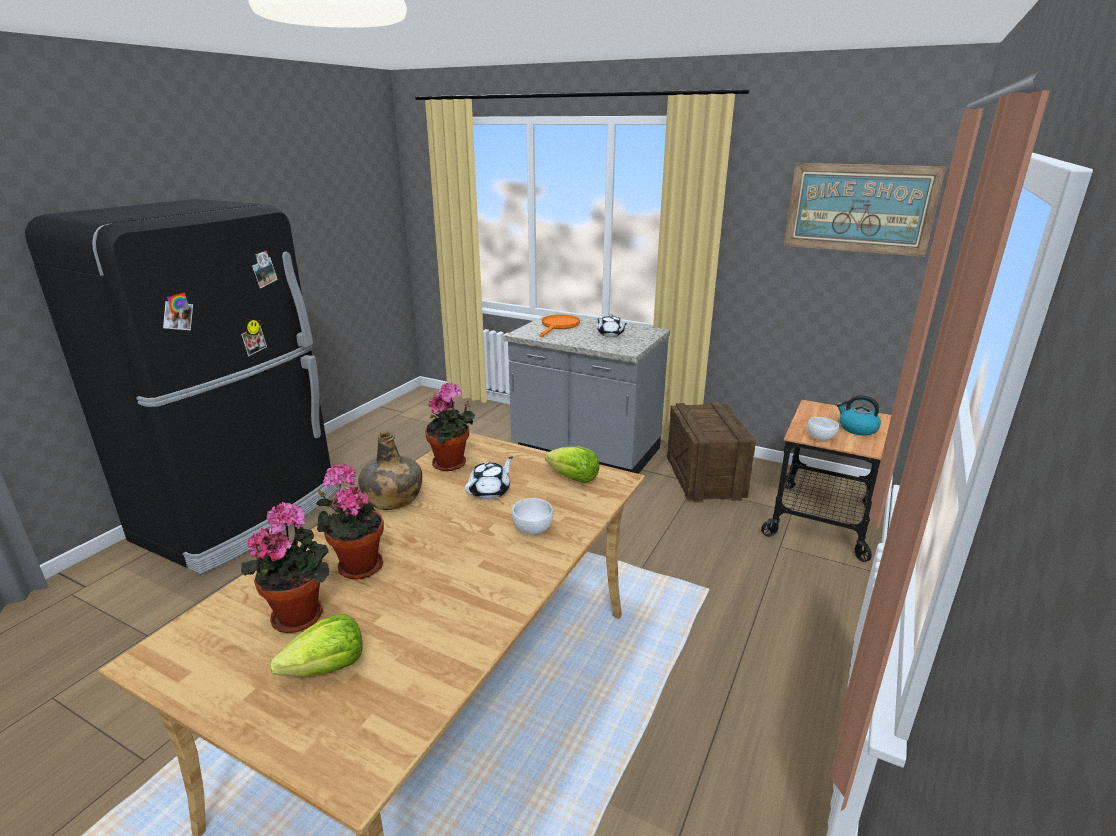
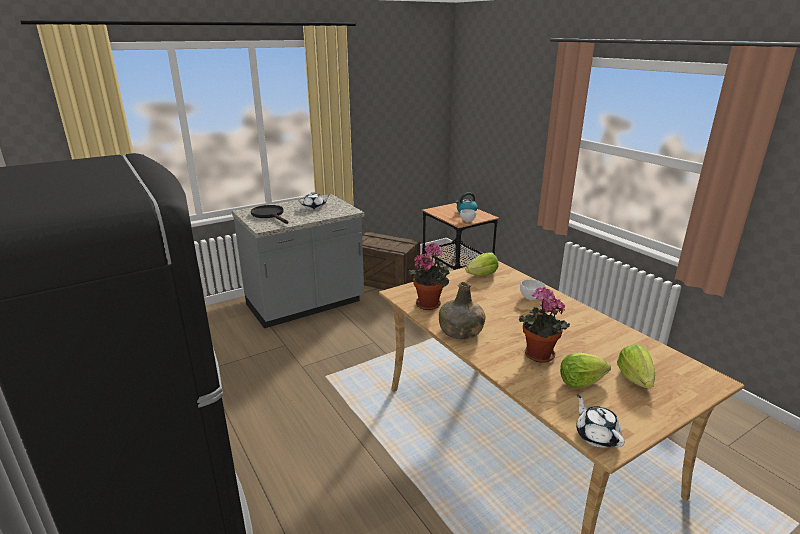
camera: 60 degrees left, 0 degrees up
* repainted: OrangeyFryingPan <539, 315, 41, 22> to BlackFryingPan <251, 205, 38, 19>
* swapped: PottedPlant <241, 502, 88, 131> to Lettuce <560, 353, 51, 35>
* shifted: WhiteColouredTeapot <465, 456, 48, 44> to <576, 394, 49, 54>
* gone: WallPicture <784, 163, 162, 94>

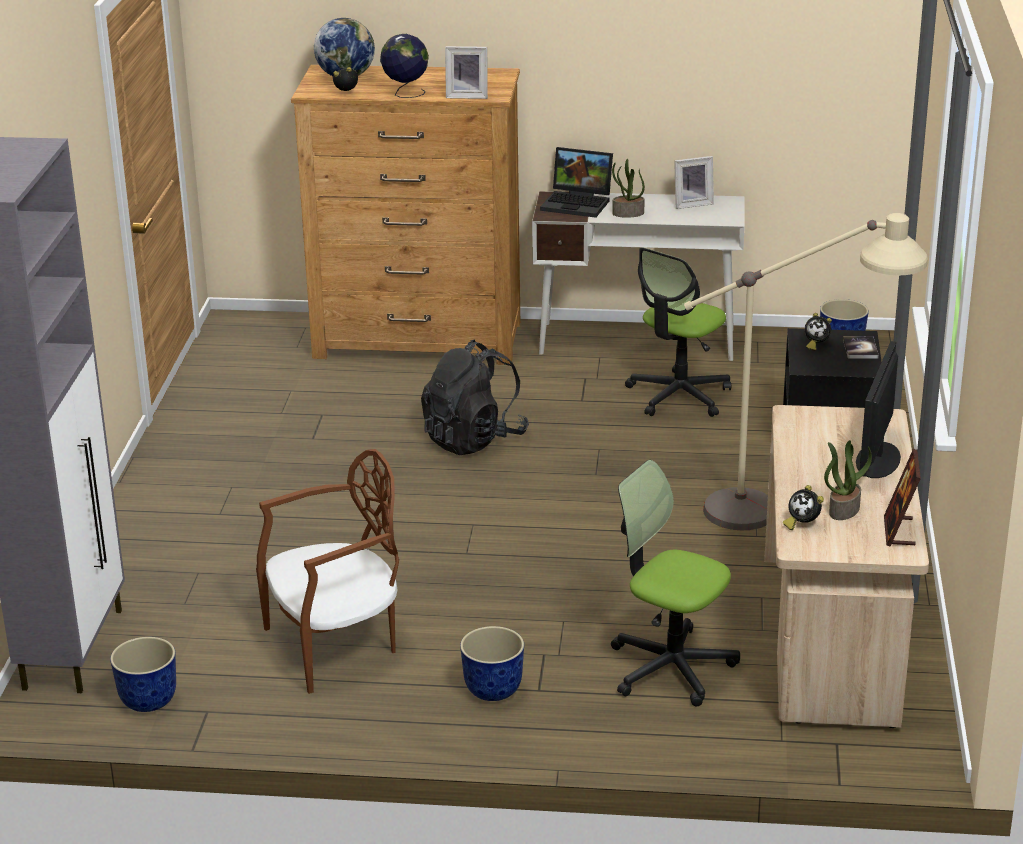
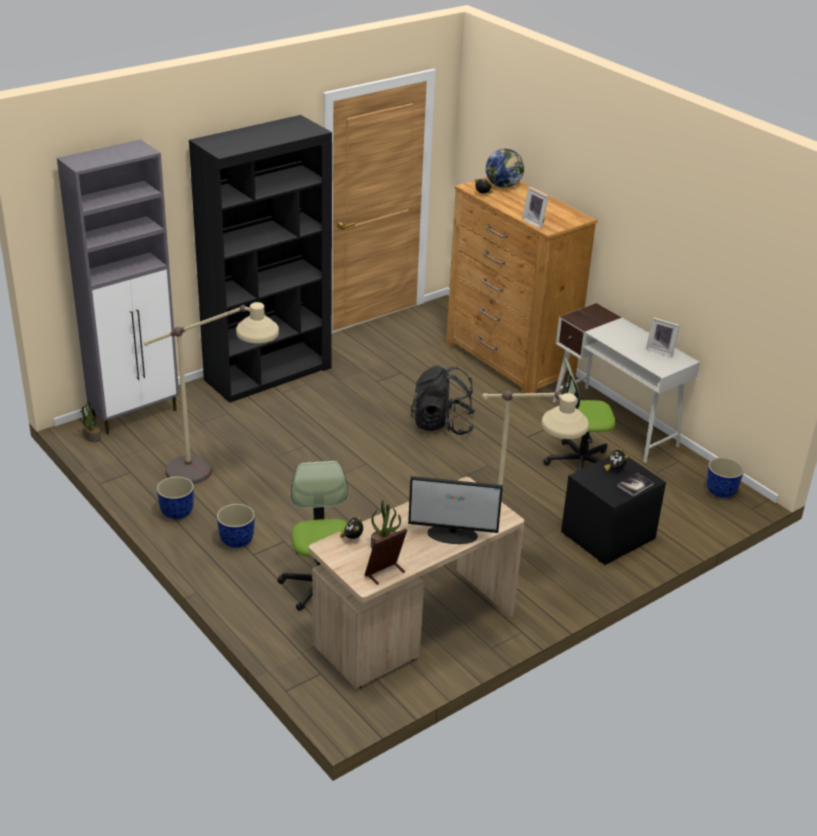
camera: 45 degrees right, 5 degrees up
* shifted: PottedPlant <612, 159, 33, 59> to <80, 402, 21, 40>
* swapped: BrownColouredPlainChair <256, 449, 143, 245> to SandColouredFloorLamp <143, 302, 136, 182>
* shifted: FlowerPot <110, 637, 66, 75> to <157, 476, 37, 43>
* new: BlackShelvingUnit <189, 115, 143, 288>
* rotated: ComputerDisplay <856, 341, 45, 137> = <408, 476, 95, 68> 150 degrees counterclockwise
* gone: WorldGlobe <380, 34, 49, 64>
* gone: NotebookComputer <540, 147, 73, 71>

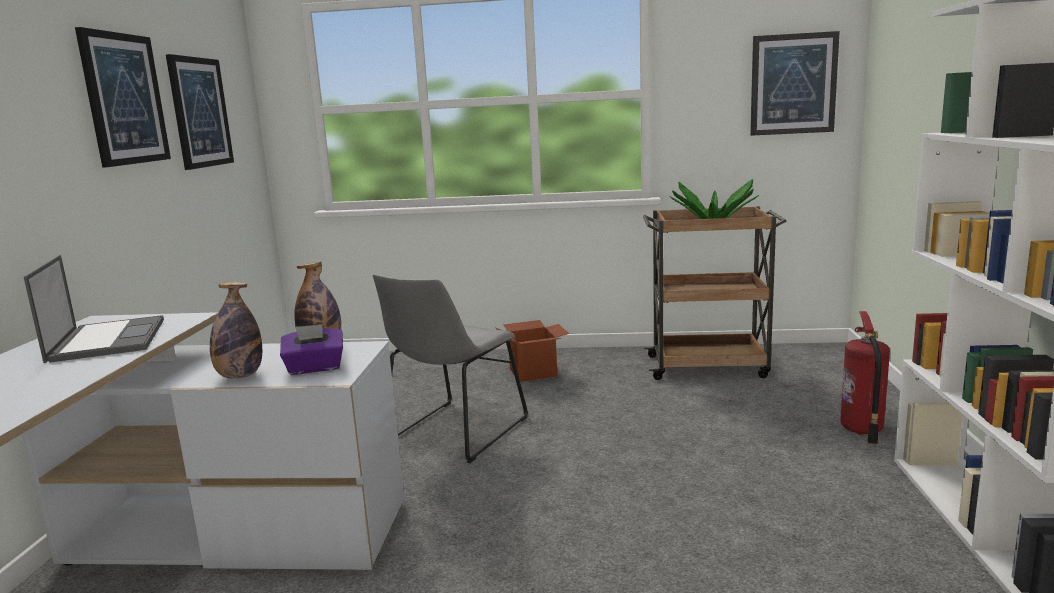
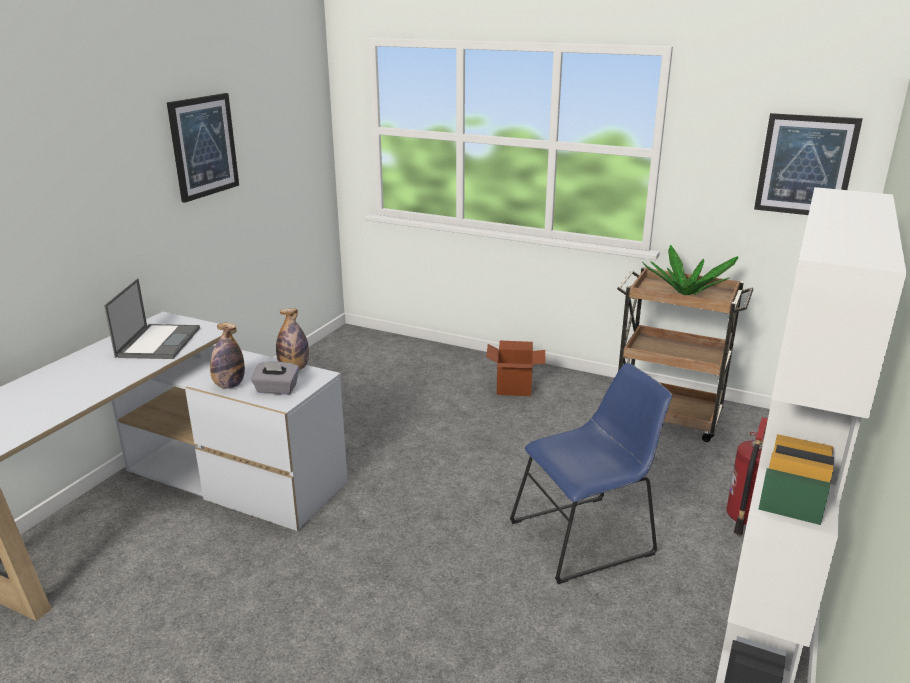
camera: 20 degrees right, 10 degrees up
* repainted: PurplishBoxOfTissues <280, 324, 63, 51> to GrayBoxOfTissues <251, 361, 48, 34>
* new: BluePlainChair <510, 363, 162, 221>
* gone: WallPicture <166, 54, 68, 116>
* gone: GrayPlainChair <373, 274, 155, 189>

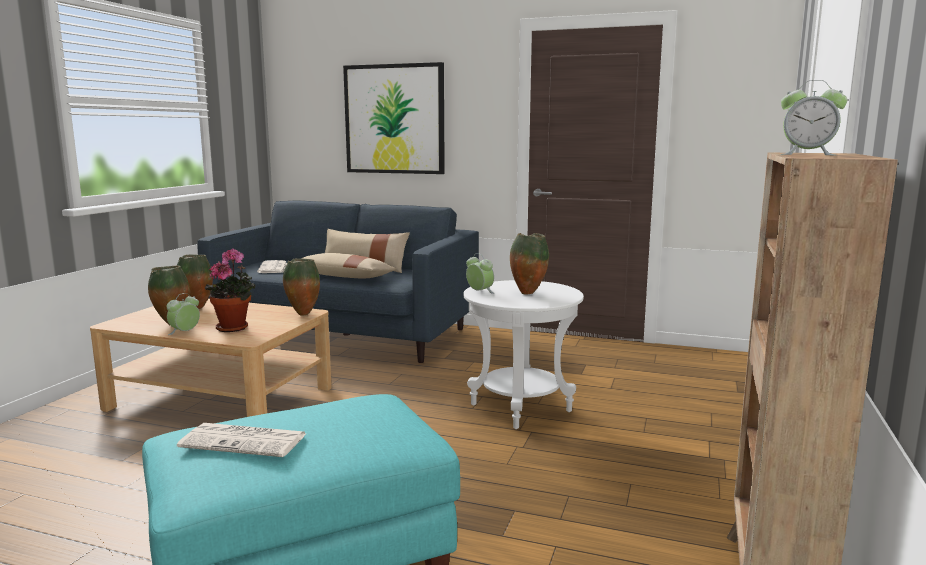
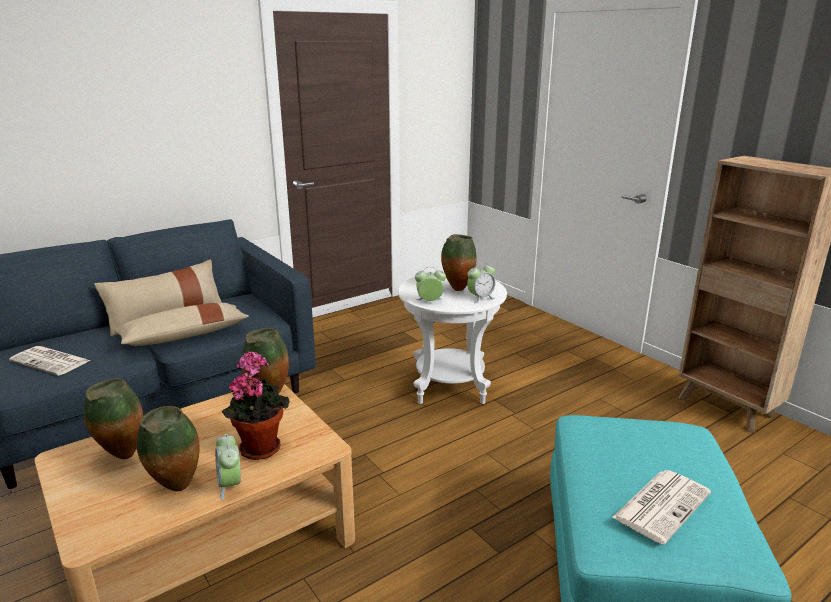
camera: 55 degrees left, 10 degrees up
* shifted: AlarmClock <780, 80, 67, 75> to <467, 262, 28, 41>
* gone: WallPicture <343, 62, 102, 112>

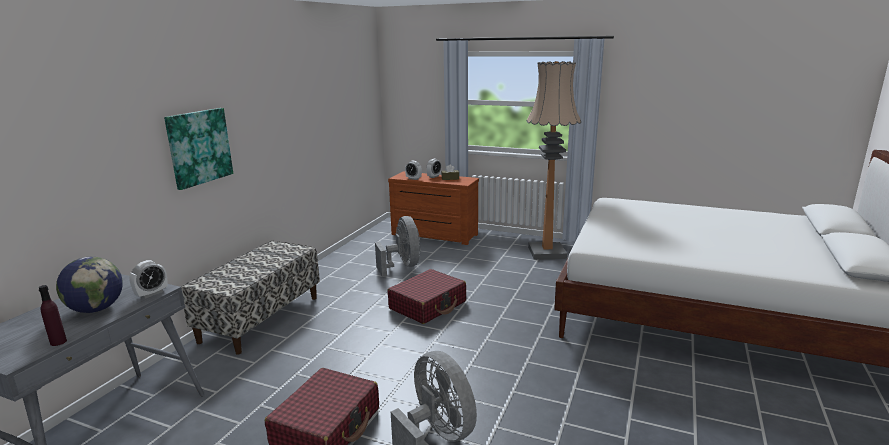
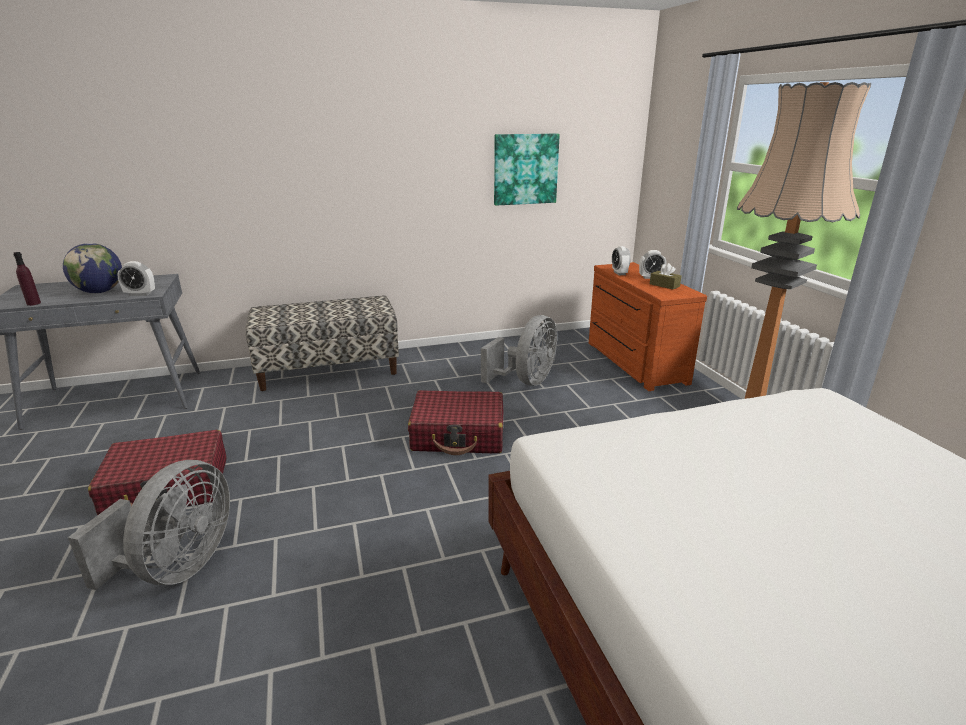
camera: 50 degrees right, 5 degrees up
* shifted: WallPicture <164, 108, 69, 82> to <494, 134, 66, 72>

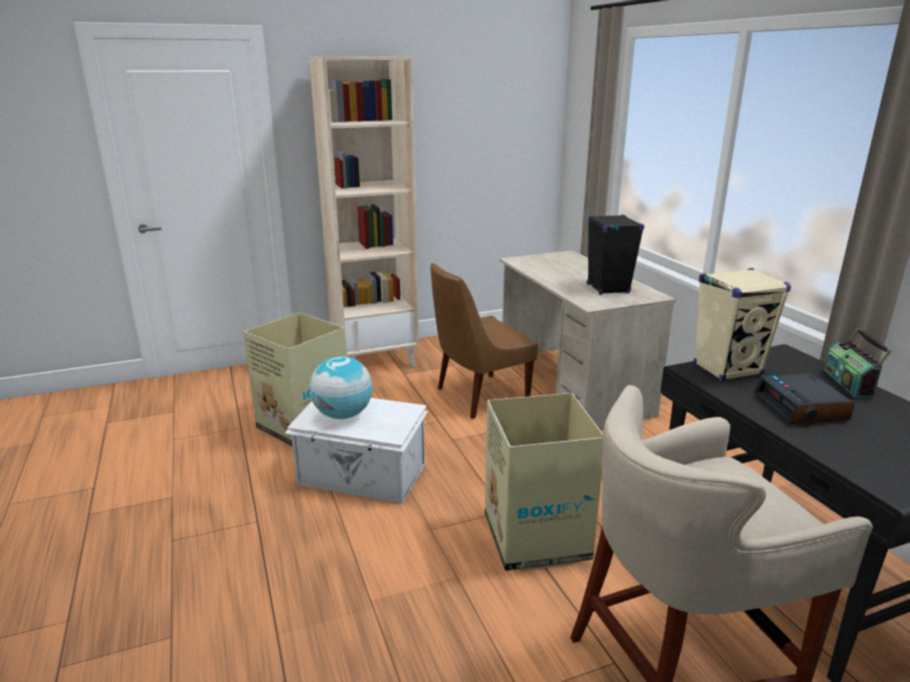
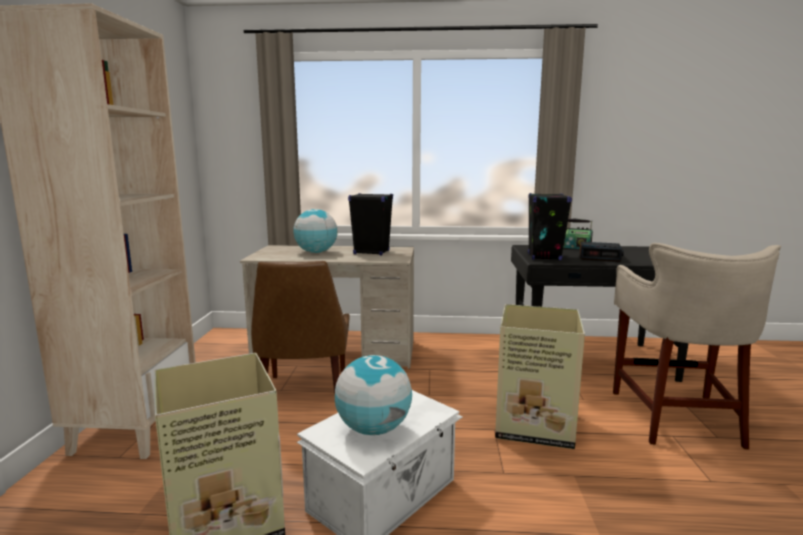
camera: 65 degrees left, 10 degrees down
* new: WorldGlobe <293, 209, 45, 44>
* repainted: SandColouredLoudspeaker <694, 268, 97, 114> to BlackLoudspeaker <528, 193, 44, 67>

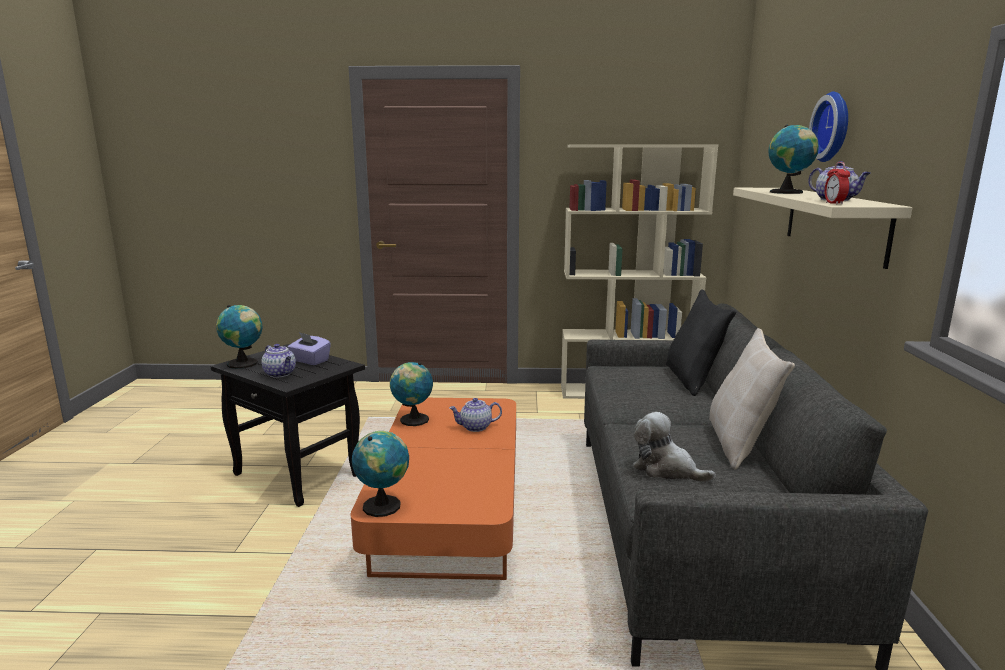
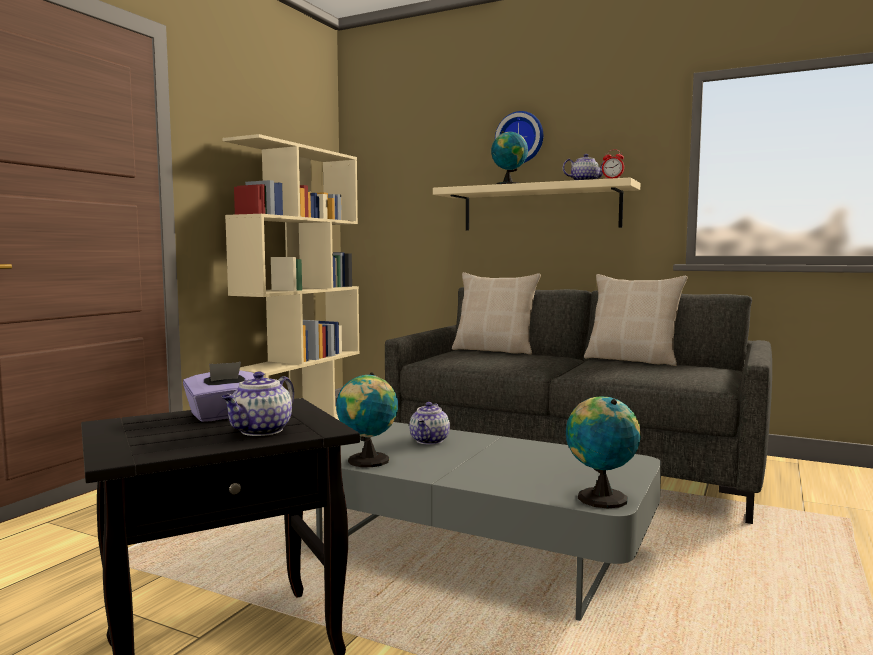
camera: 65 degrees left, 10 degrees down
* rotated: Teapot <261, 344, 35, 33> = <222, 372, 72, 64> 135 degrees clockwise
* repainted: OrangeyCoffeeTable <351, 398, 165, 182> to GrayCoffeeTable <316, 422, 345, 199>
* repainted: BlackPillow <666, 289, 70, 107> to SandColouredPillow <452, 272, 89, 82>
* gone: WorldGlobe <216, 305, 47, 64>
* gone: PlushToy <633, 412, 83, 70>

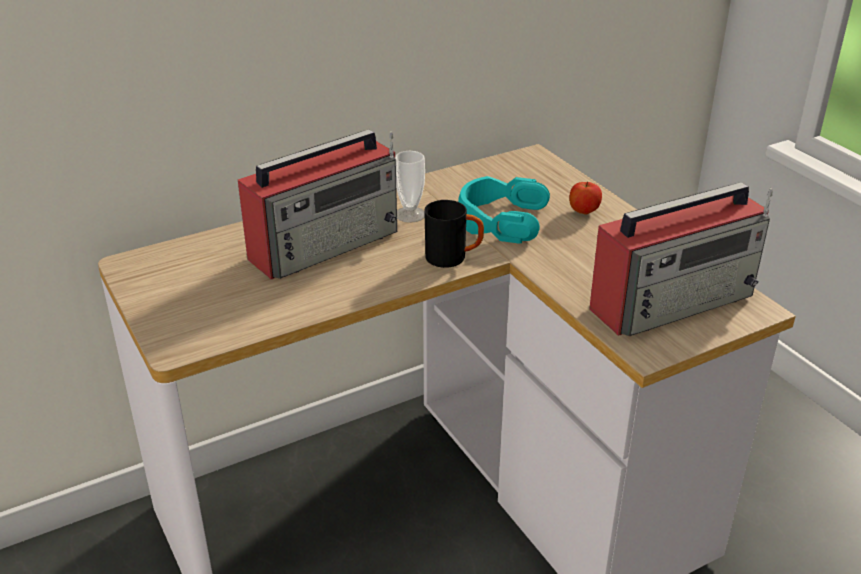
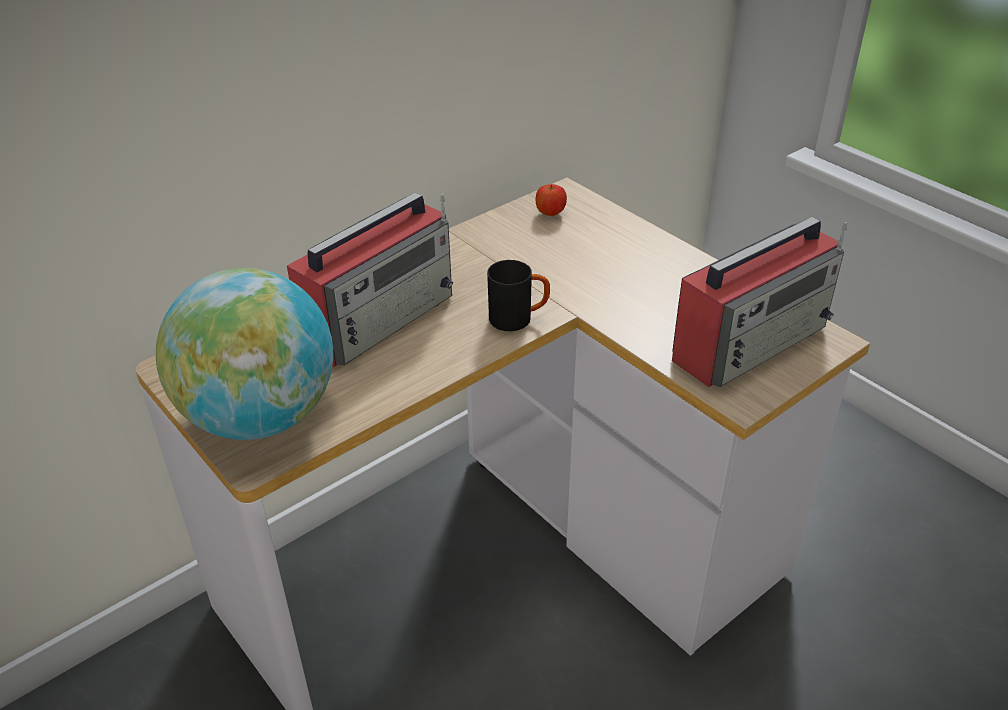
camera: 10 degrees left, 5 degrees up
* new: WorldGlobe <156, 268, 177, 172>
* shifted: Apple <569, 182, 33, 33> to <536, 184, 31, 32>
* gone: Cup <395, 151, 30, 72>
* gone: BlueGreenHeadphones <458, 176, 92, 68>

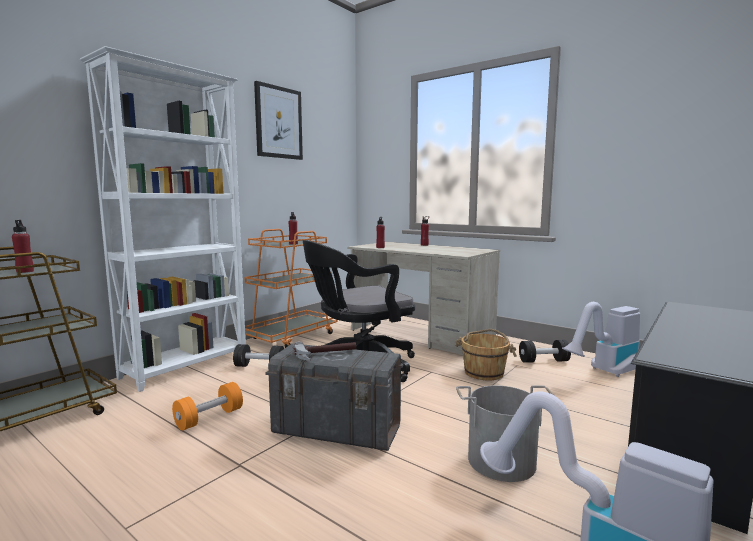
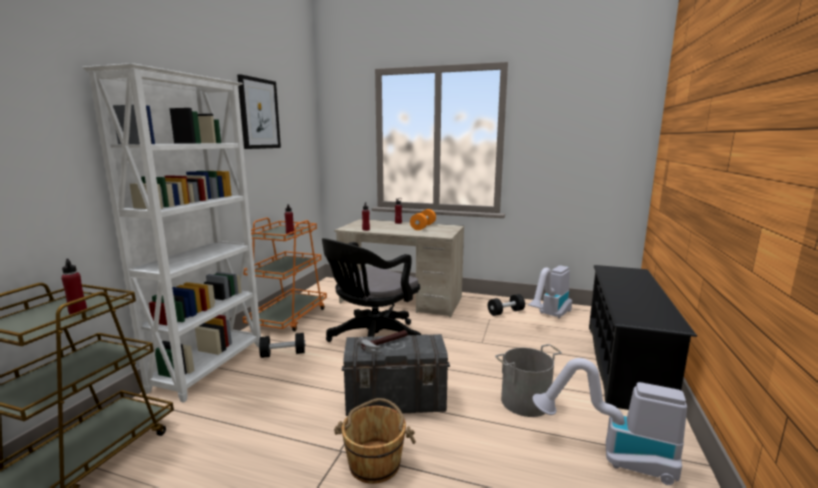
camera: 20 degrees left, 5 degrees up
* shifted: BrownColouredPail <455, 329, 62, 52> to <334, 398, 82, 86>
* shifted: OrangeyHandWeight <172, 382, 71, 49> to <410, 209, 26, 21>

